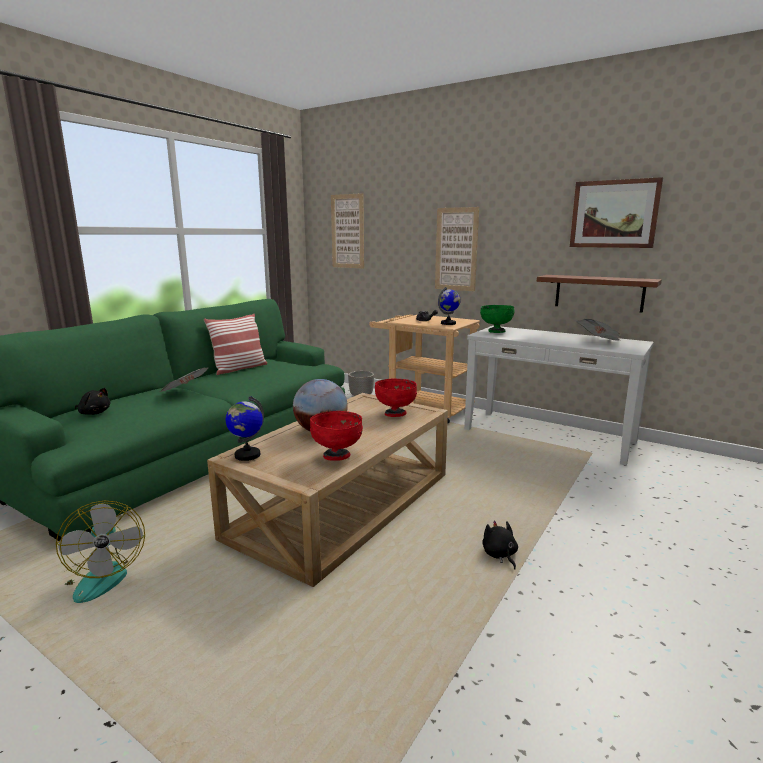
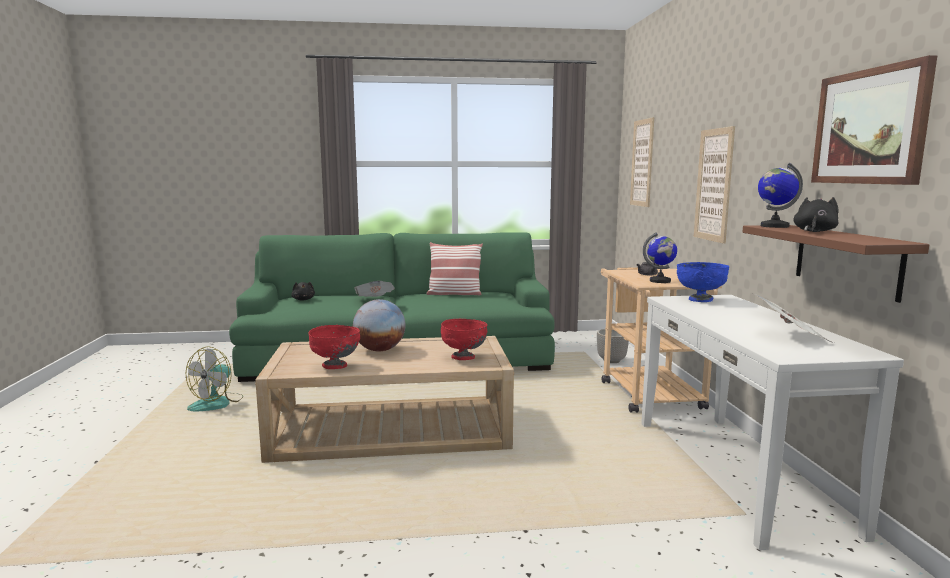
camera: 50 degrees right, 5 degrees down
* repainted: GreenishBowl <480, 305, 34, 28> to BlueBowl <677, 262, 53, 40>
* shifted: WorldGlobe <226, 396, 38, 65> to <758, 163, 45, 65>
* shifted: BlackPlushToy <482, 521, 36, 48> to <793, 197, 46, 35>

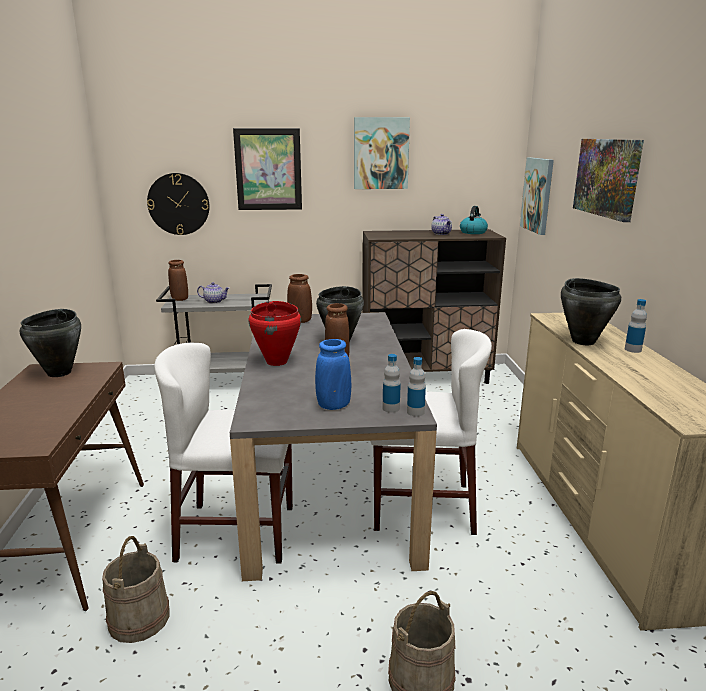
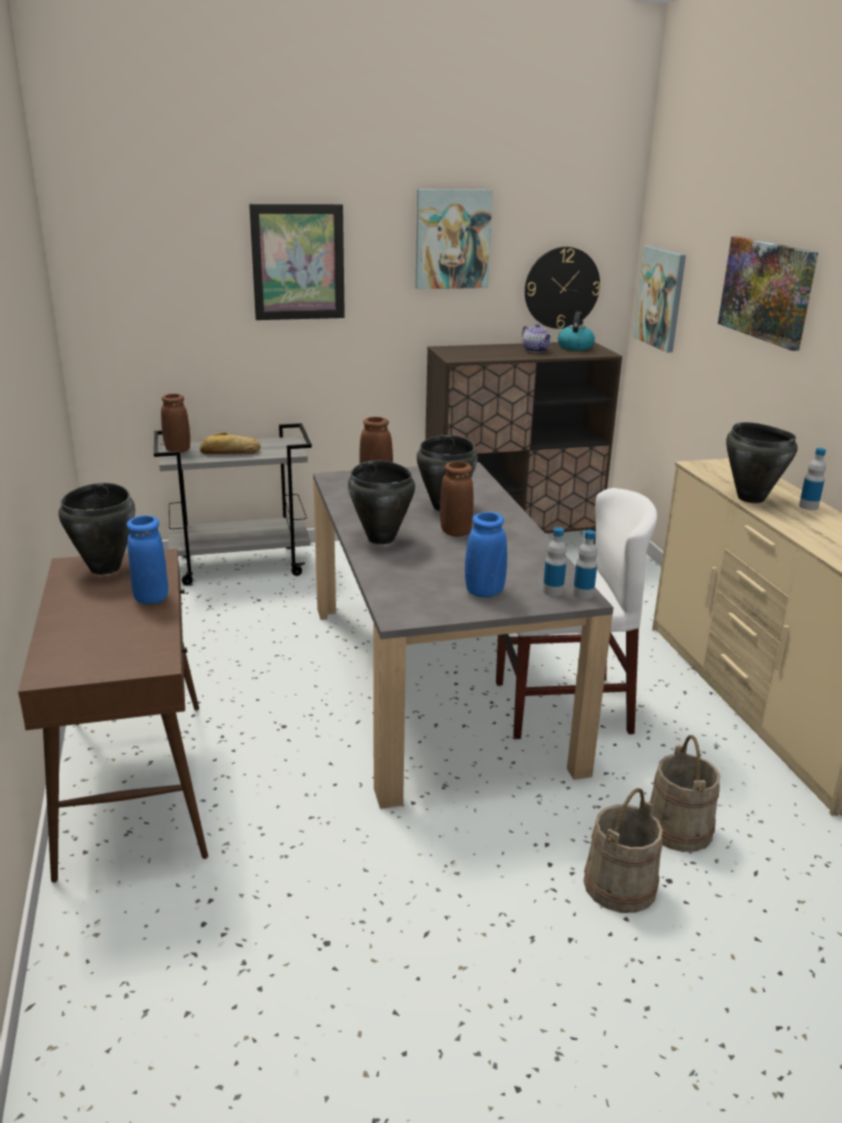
camera: 10 degrees left, 5 degrees up
* new: BlueDecorativeVase <127, 515, 41, 89>
* swapped: Teapot <197, 282, 32, 22> to BakeryBread <200, 432, 61, 22>
* repainted: RedSaucepot <249, 301, 52, 65> to BlackSaucepot <348, 460, 67, 84>
* shifted: HangingClock <147, 173, 63, 62> to <525, 247, 75, 82>
* shifted: SandColouredPail <102, 536, 68, 107> to <650, 735, 70, 117>
* gone: WhiteColouredPlainChair <154, 343, 139, 220>

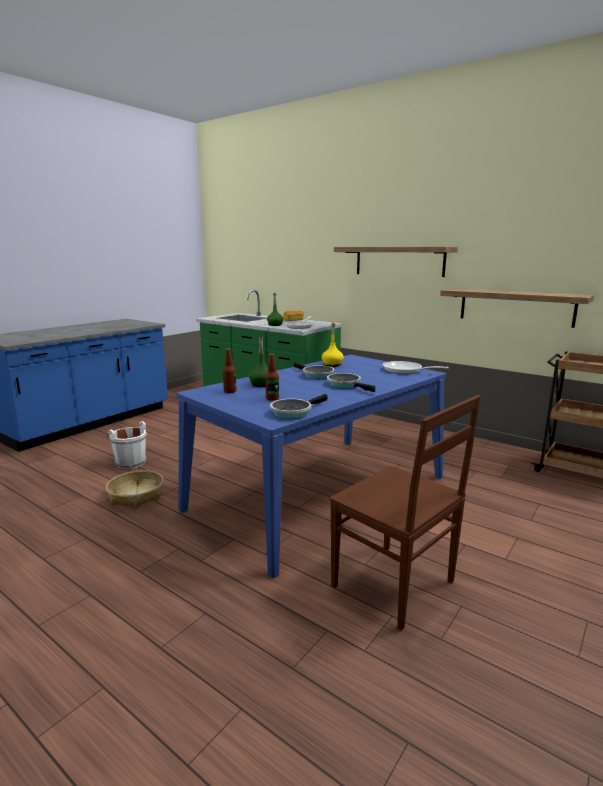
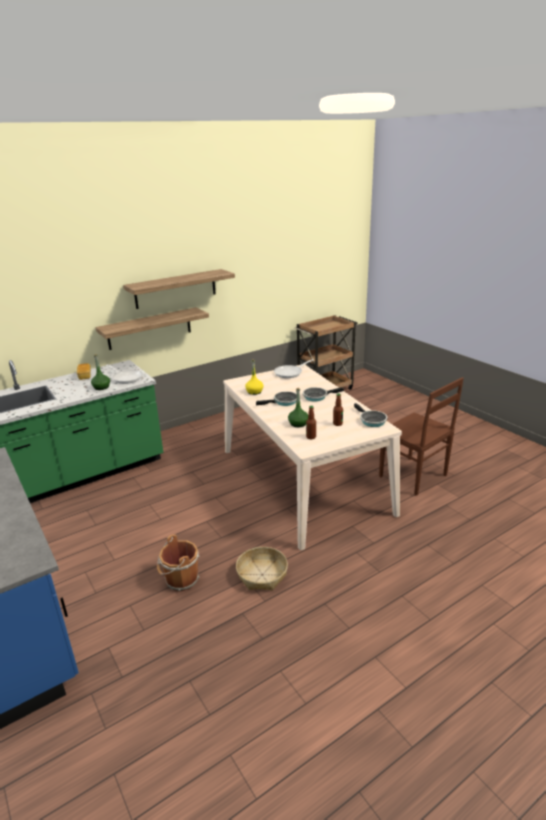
camera: 70 degrees left, 10 degrees up
* shifted: BracketShelf <440, 288, 154, 40> to <95, 307, 114, 43>
* repainted: WhiteColouredPail <106, 421, 41, 48> to BrownColouredPail <157, 534, 43, 57>
* repainted: BlueDiningTable <177, 355, 269, 223> to SandColouredDiningTable <223, 365, 179, 185>
* rotated: BrownColouredPlainChair <329, 395, 152, 235> = <379, 377, 85, 119> 75 degrees clockwise

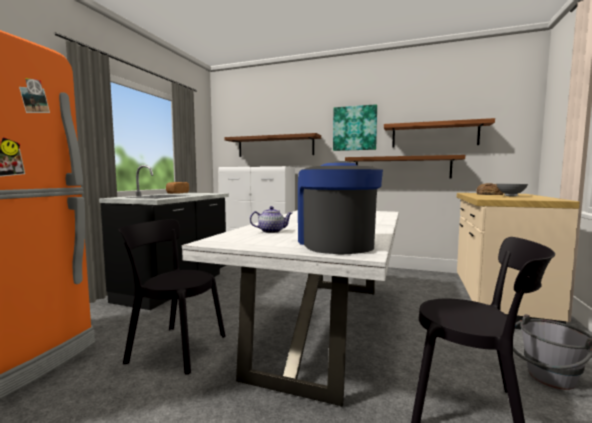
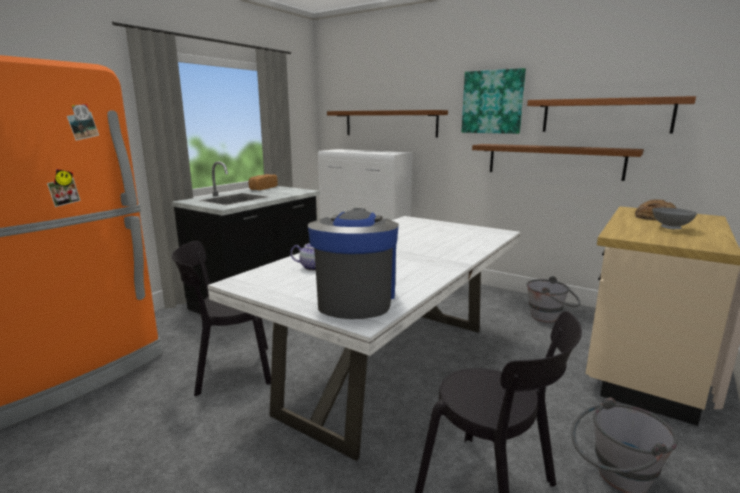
camera: 15 degrees right, 10 degrees up
* rotated: BlackPlainChair <118, 219, 107, 156> = <171, 241, 100, 155> 45 degrees counterclockwise
* new: GrayPail <527, 276, 53, 46>

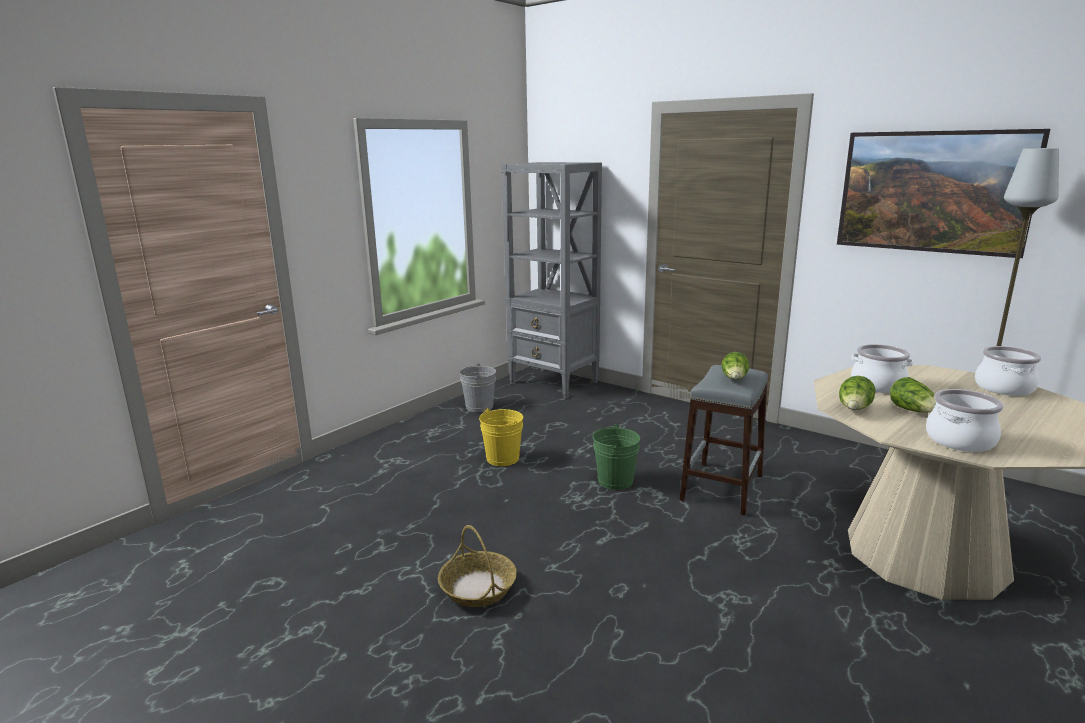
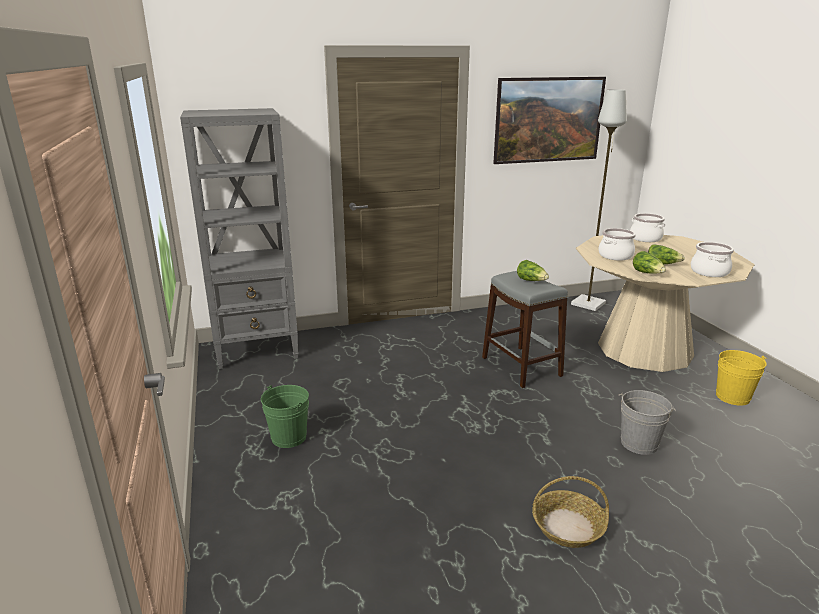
camera: 55 degrees left, 5 degrees up
* shifted: GreenishPail <593, 424, 47, 66> to <261, 385, 48, 63>
* shifted: GrayPail <459, 363, 37, 49> to <619, 390, 57, 65>
* shifted: YellowColouredPail <479, 408, 44, 58> to <716, 350, 51, 56>

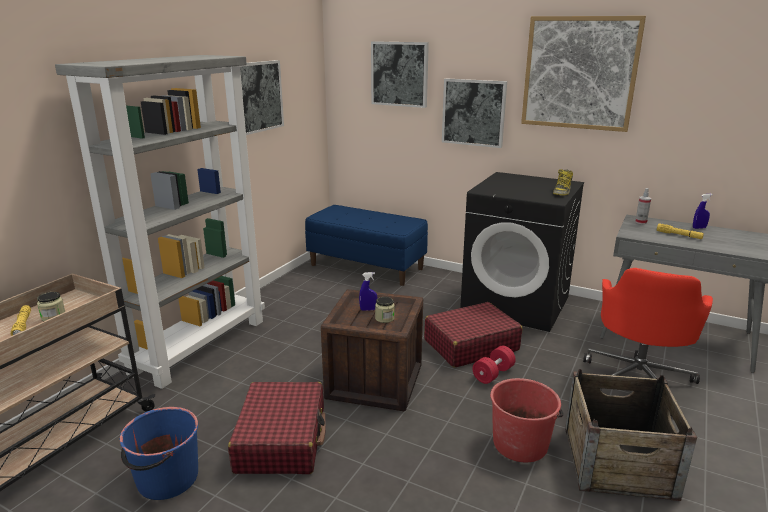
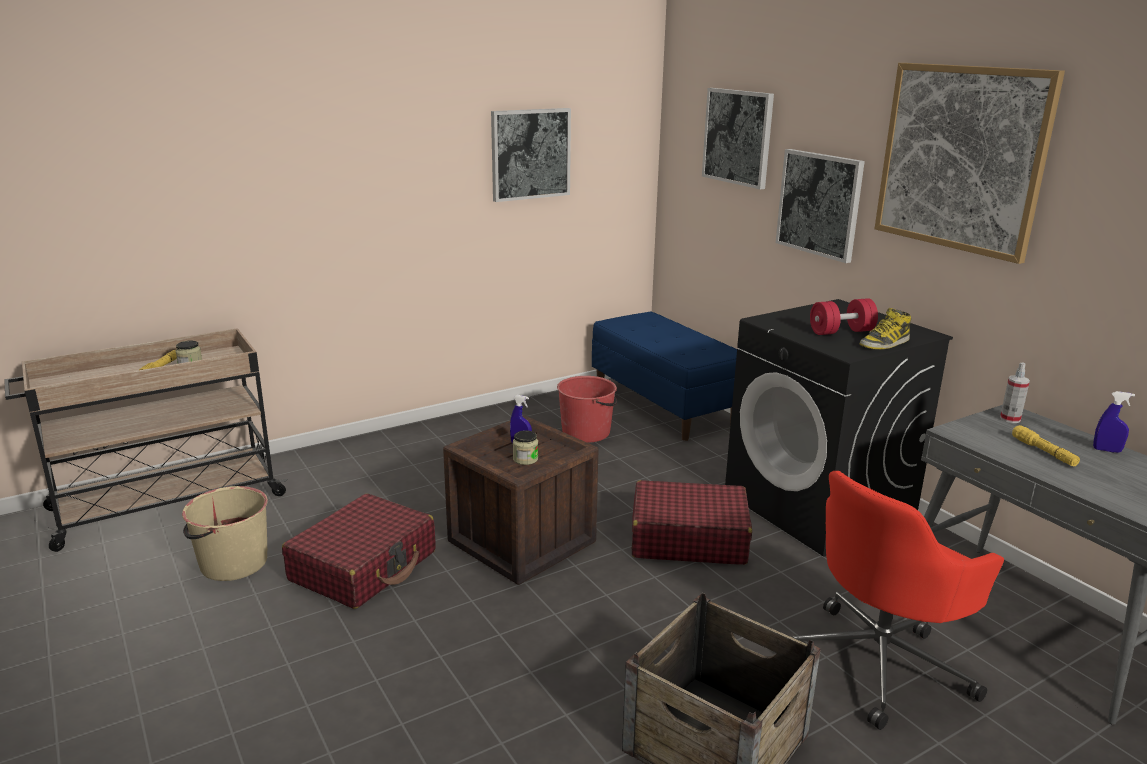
camera: 30 degrees right, 0 degrees up
* repainted: BluePail <120, 407, 78, 93> to SandColouredPail <182, 486, 86, 95>
* shifted: RedPail <490, 378, 73, 84> to <557, 376, 61, 67>
* shifted: RedHandWeight <473, 346, 43, 38> to <810, 298, 68, 37>
* gone: GrayShelvingUnit <55, 55, 210, 334>

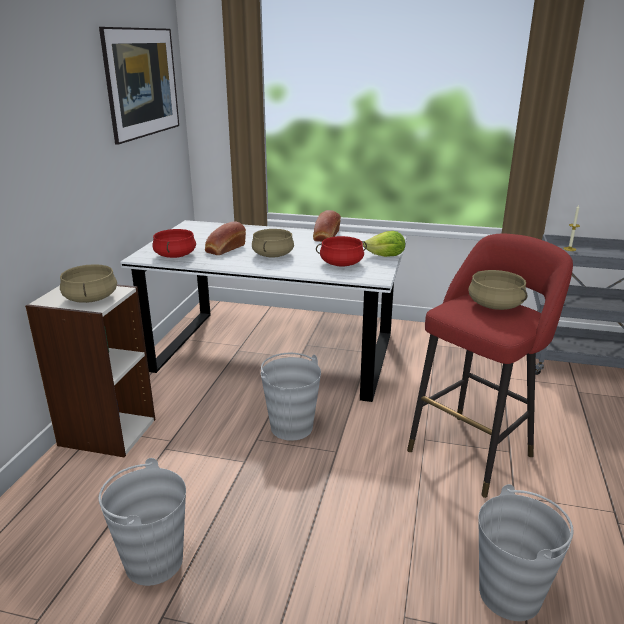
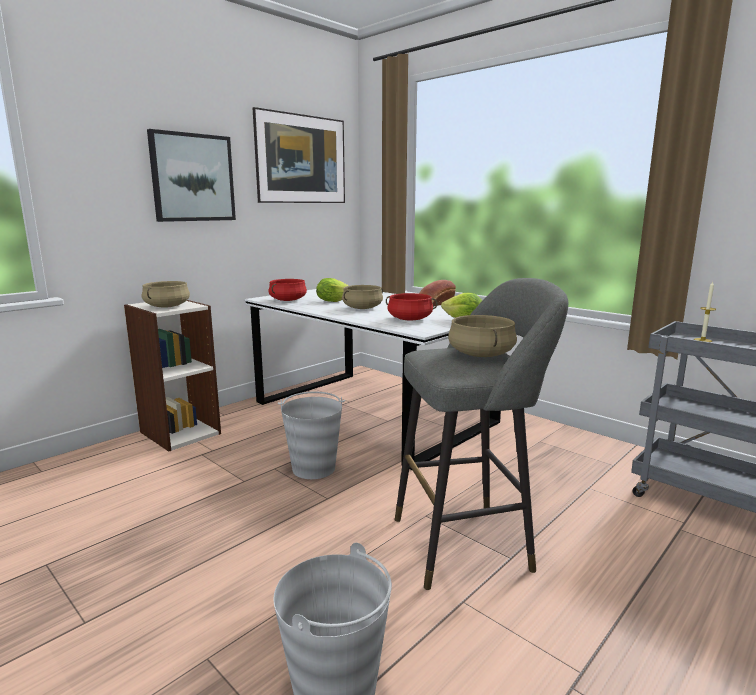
camera: 30 degrees right, 10 degrees down
* new: WallPicture <147, 129, 89, 93>
* swapped: BakeryBread <205, 221, 41, 34> to Lettuce <316, 278, 33, 24>
* repainted: RedStoolSeat <407, 234, 166, 264> to GrayStoolSeat <395, 278, 173, 312>
* gone: GrayPail <99, 458, 87, 128>

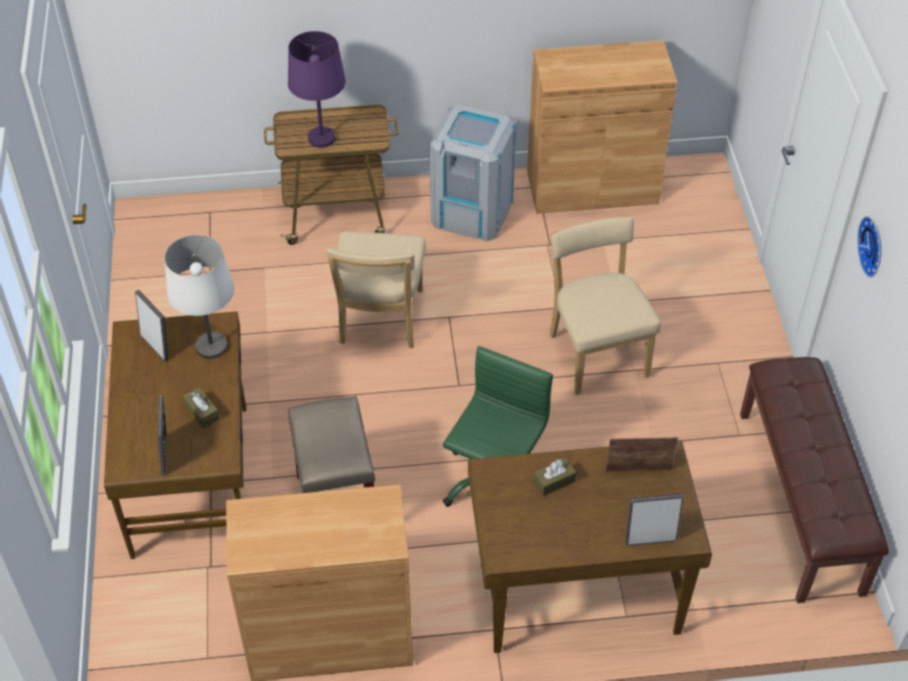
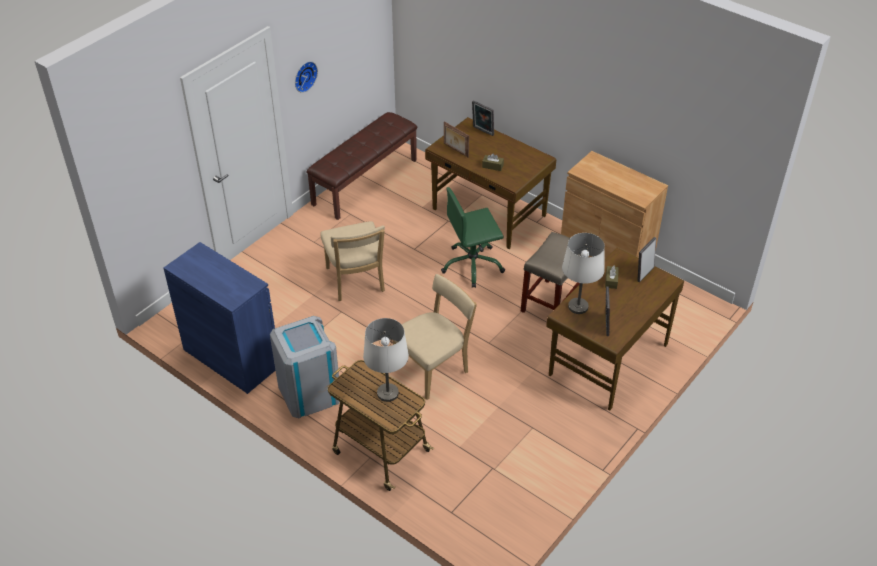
camera: 135 degrees left, 5 degrees down
* repainted: BrownColouredStorageCabinet <527, 40, 150, 174> to BlueStorageCabinet <164, 242, 112, 152>
* rotated: SandColouredPlainChair <550, 216, 111, 179> = <321, 221, 64, 80> 45 degrees counterclockwise
* repainted: PurplishLampForATable <288, 31, 58, 117> to WhiteColouredLampForATable <363, 318, 46, 84>

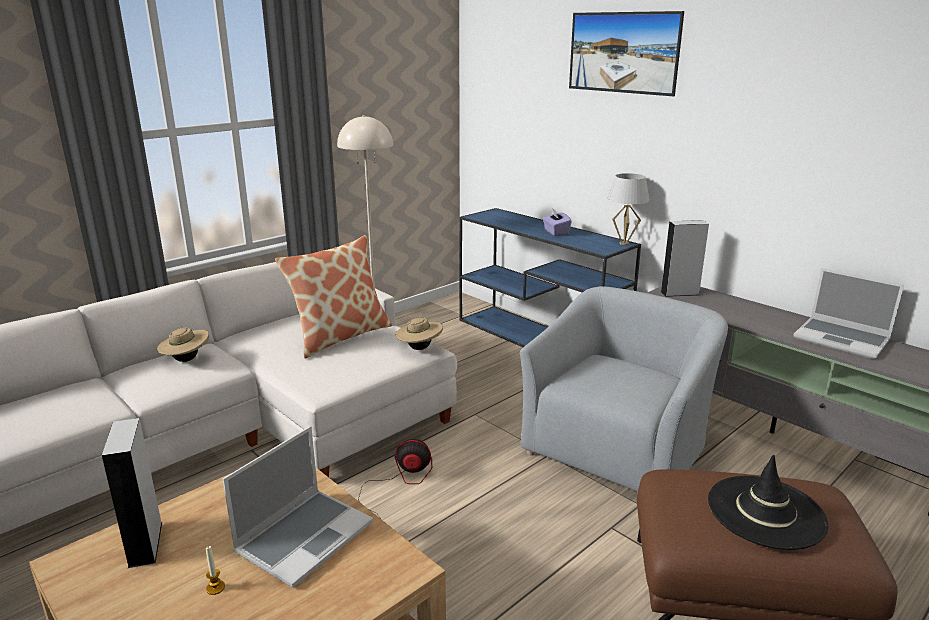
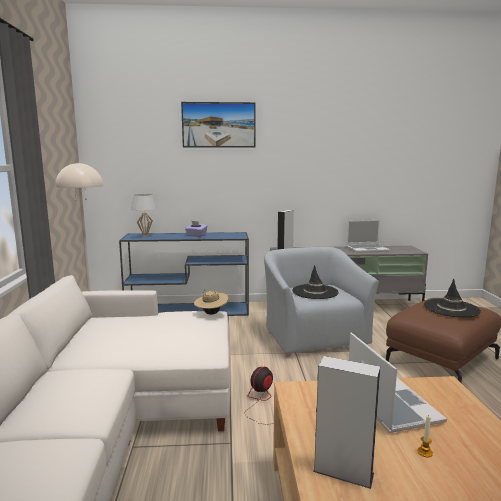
camera: 50 degrees left, 10 degrees down
* shifted: WhiteColouredLampForATable <608, 173, 42, 72> to <131, 194, 26, 43>
* new: BlackClothingHat <292, 265, 47, 34>
* gone: SandColouredClothingHat <157, 325, 52, 37>
* gone: Pillow <275, 235, 117, 124>

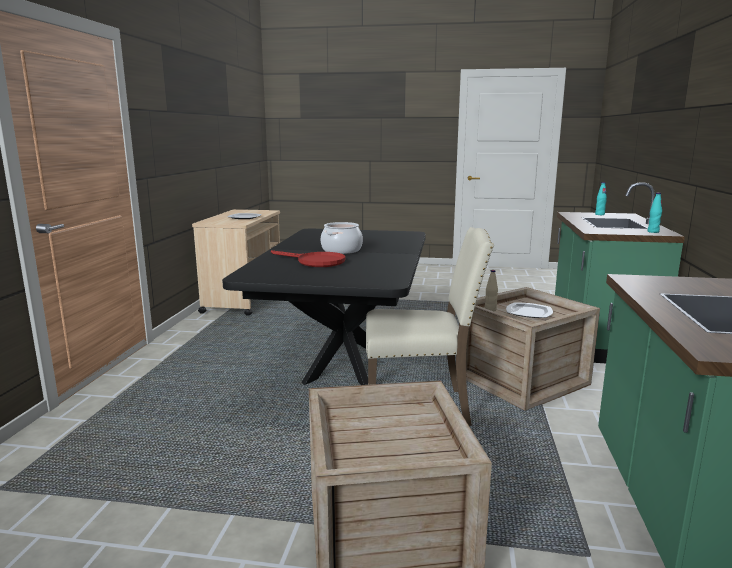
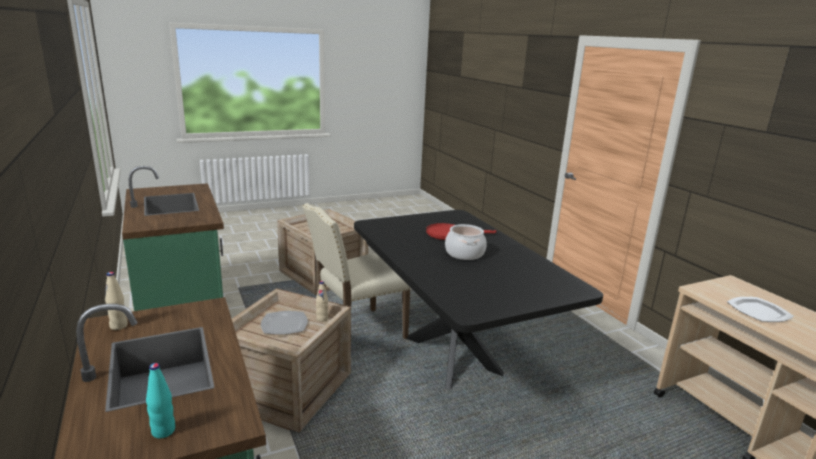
camera: 145 degrees right, 5 degrees up
* repainted: BlueGreenDrinkBottle <648, 193, 14, 40> to SandColouredDrinkBottle <105, 272, 23, 58>

